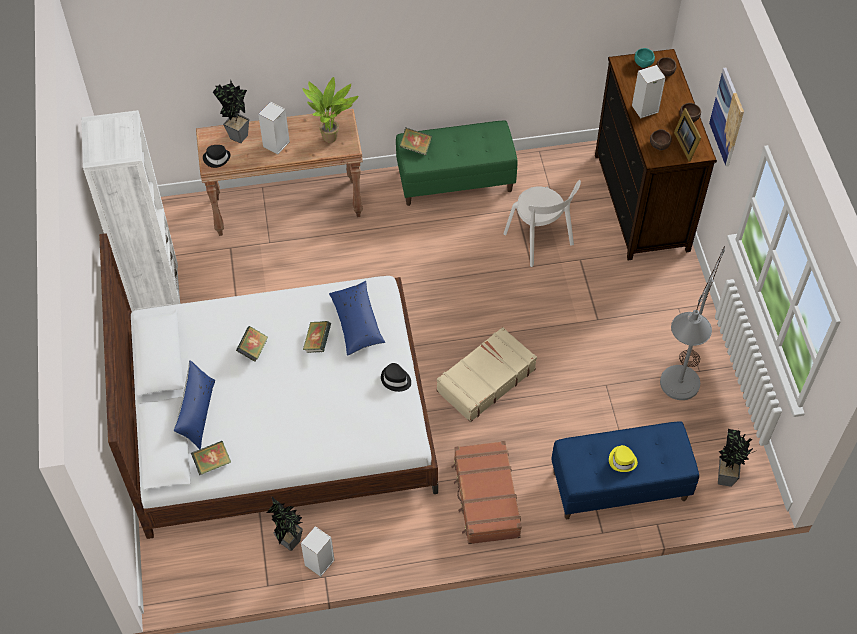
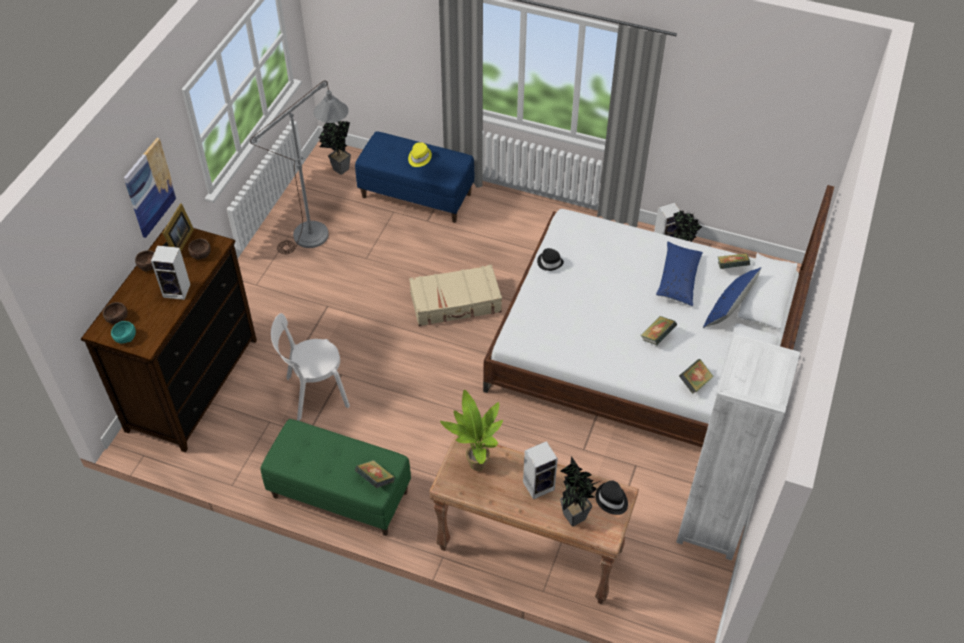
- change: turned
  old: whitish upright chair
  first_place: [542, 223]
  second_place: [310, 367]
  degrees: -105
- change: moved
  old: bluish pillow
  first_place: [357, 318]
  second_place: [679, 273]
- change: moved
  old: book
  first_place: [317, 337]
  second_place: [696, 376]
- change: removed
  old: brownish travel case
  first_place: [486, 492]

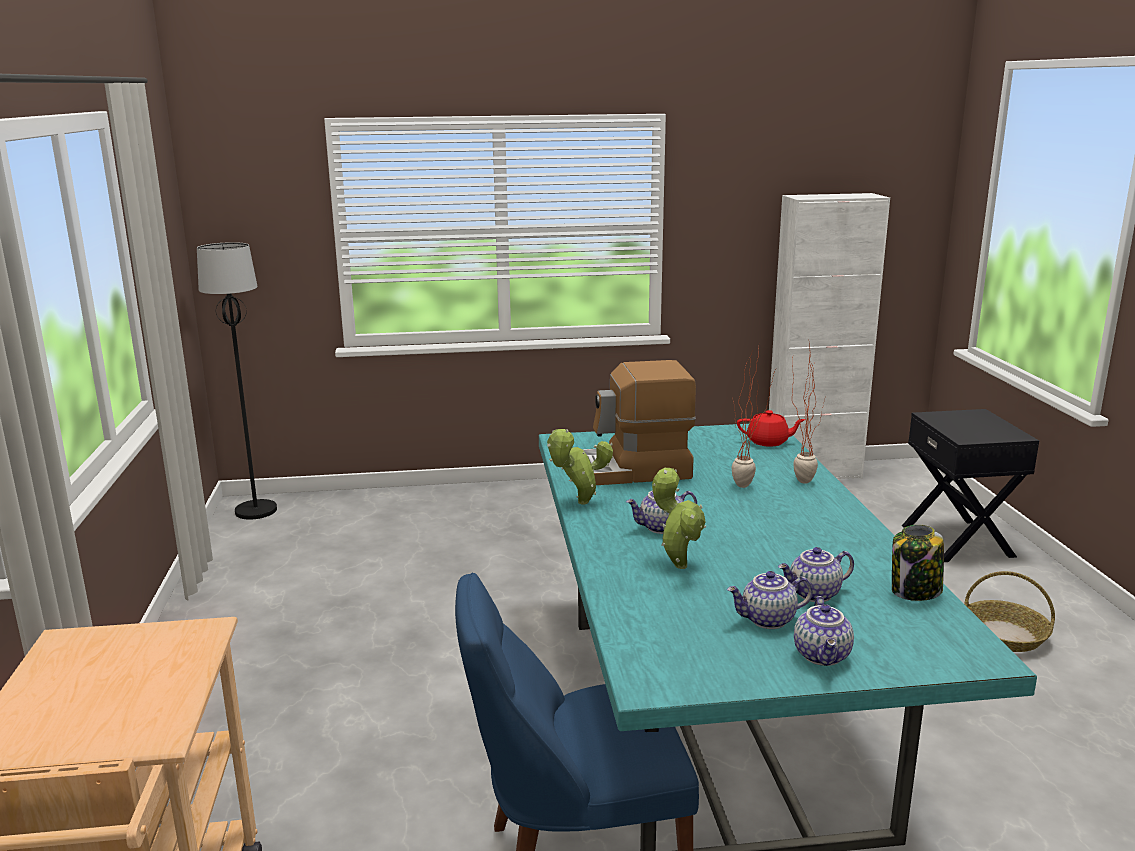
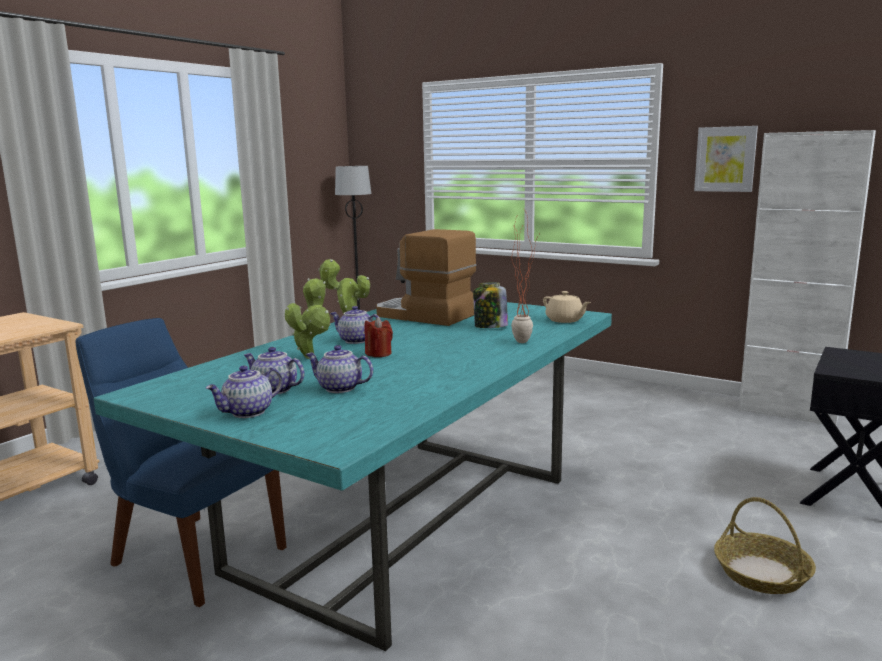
- change: removed
  old: potted plant
  first_place: [753, 417]
- change: recoloured
  old: red tea pot
  new: beige tea pot
  first_place: [771, 428]
  second_place: [567, 307]
- change: moved
  old: storage jar
  first_place: [918, 563]
  second_place: [490, 305]
- change: added
  new: wall picture
  second_place: [726, 159]
- change: added
  new: red wax light
  second_place: [378, 337]

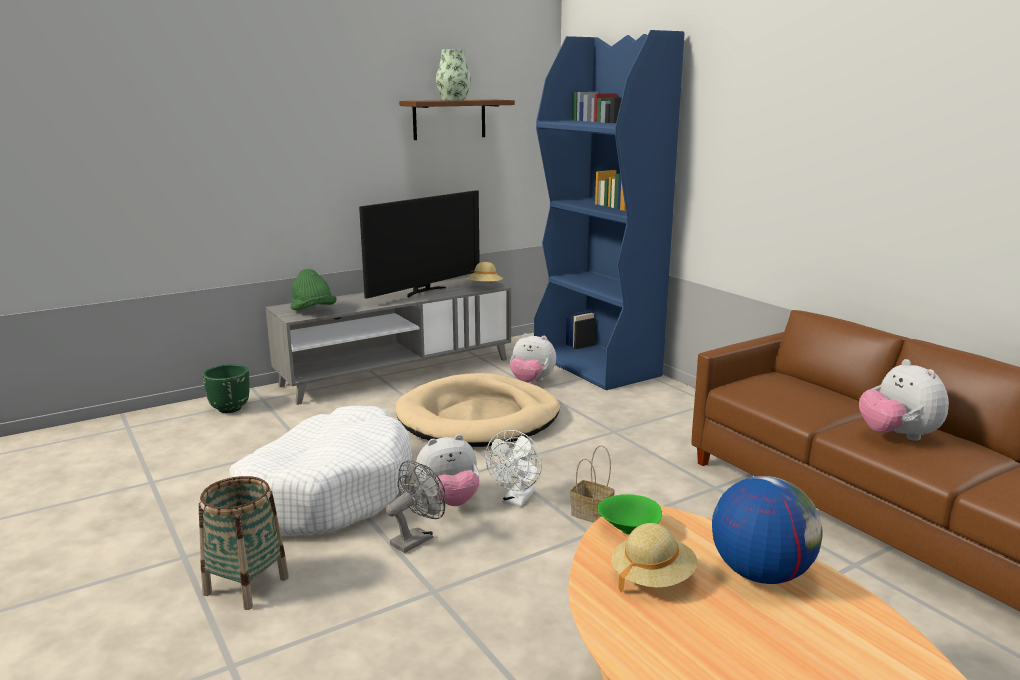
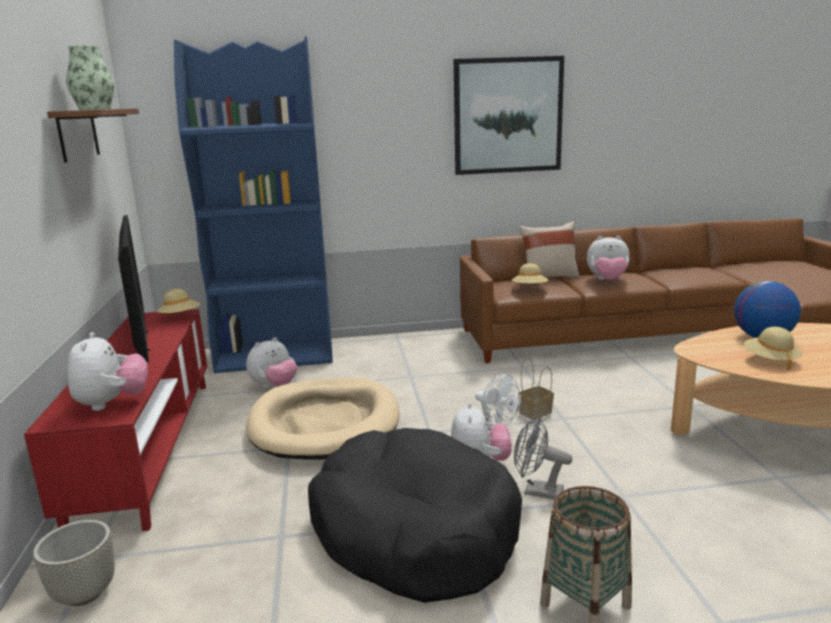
- change: replaced
  old: greenish wearable hat
  new: soft toy
  first_place: [314, 289]
  second_place: [108, 371]
- change: recoloured
  old: grey tv stand
  new: red tv stand
  first_place: [388, 341]
  second_place: [115, 420]
- change: recoloured
  old: greenish planter
  new: grey planter
  first_place: [226, 388]
  second_place: [74, 563]
- change: recoloured
  old: whitish dog cushion
  new: black dog cushion
  first_place: [320, 470]
  second_place: [415, 515]
- change: turned
  old: grey fan
  first_place: [416, 506]
  second_place: [543, 458]
  degrees: -45
- change: removed
  old: greenish serving bowl
  first_place: [630, 514]
- change: added
  new: wall picture
  second_place: [509, 115]
- change: added
  new: beige pillow
  second_place: [549, 249]
- change: added
  new: beige wearable hat
  second_place: [530, 273]

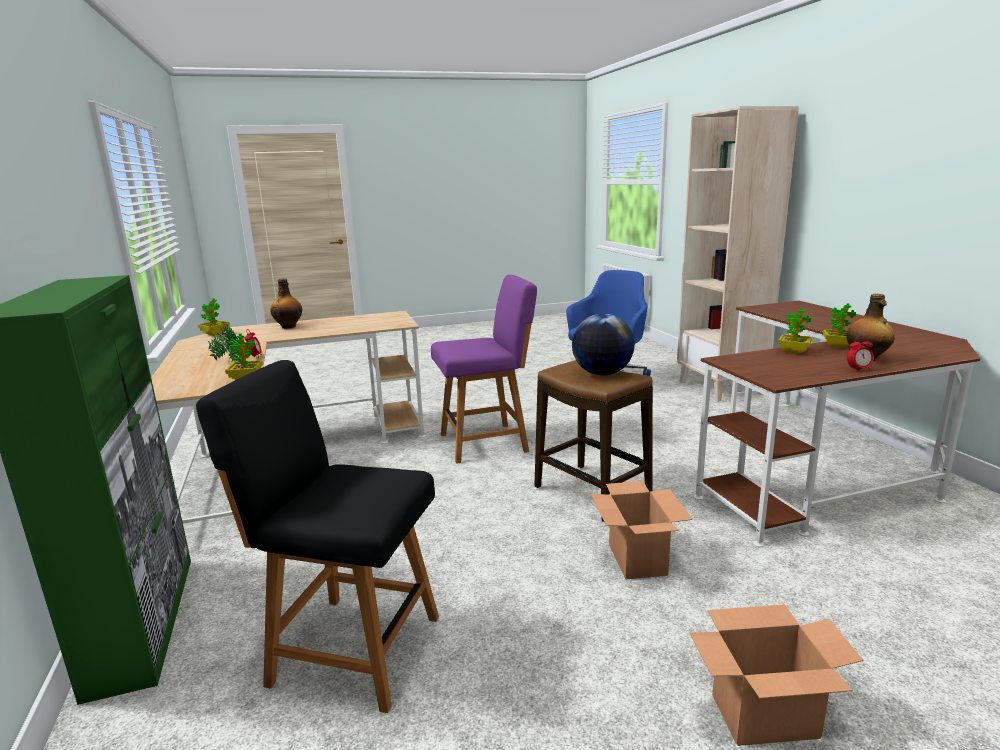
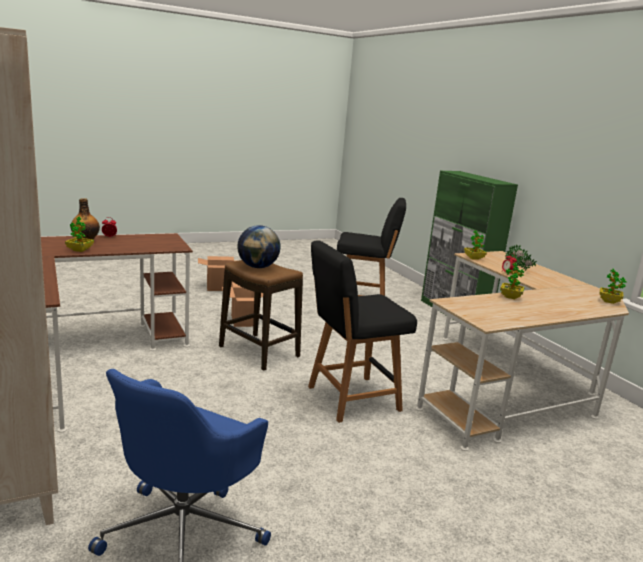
- change: recoloured
  old: purple-coloured upright chair
  new: black upright chair
  first_place: [484, 369]
  second_place: [362, 331]
- change: removed
  old: bottle
  first_place: [286, 303]
- change: moved
  old: potted plant
  first_place: [795, 331]
  second_place: [512, 280]

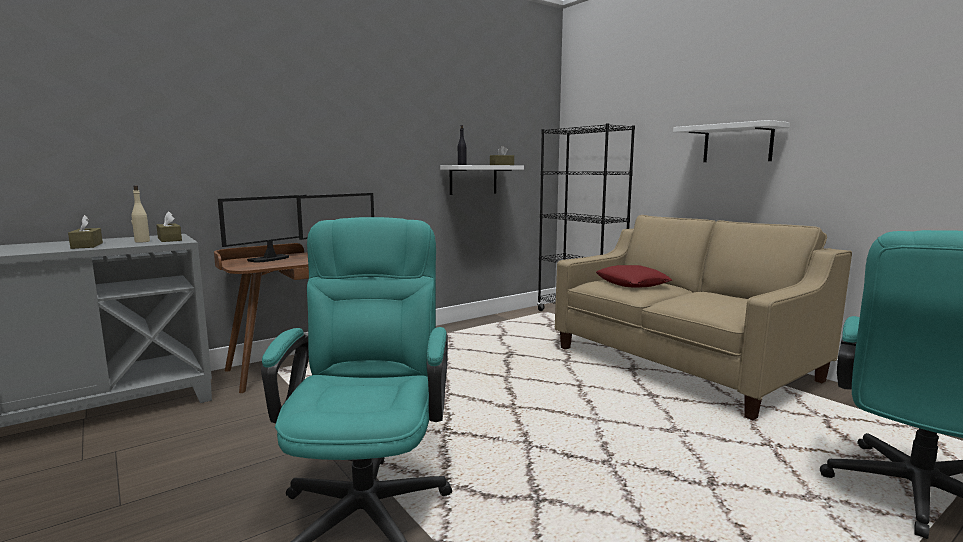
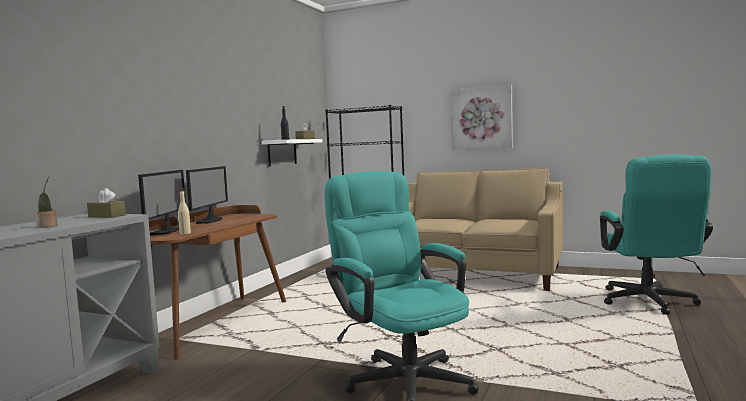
- change: replaced
  old: whitish shelf
  new: wall picture
  first_place: [731, 141]
  second_place: [481, 117]
- change: moved
  old: beige bottle
  first_place: [141, 214]
  second_place: [184, 211]
- change: replaced
  old: brownish box of tissues
  new: potted plant
  first_place: [85, 232]
  second_place: [46, 202]
- change: removed
  old: red pillow
  first_place: [634, 276]

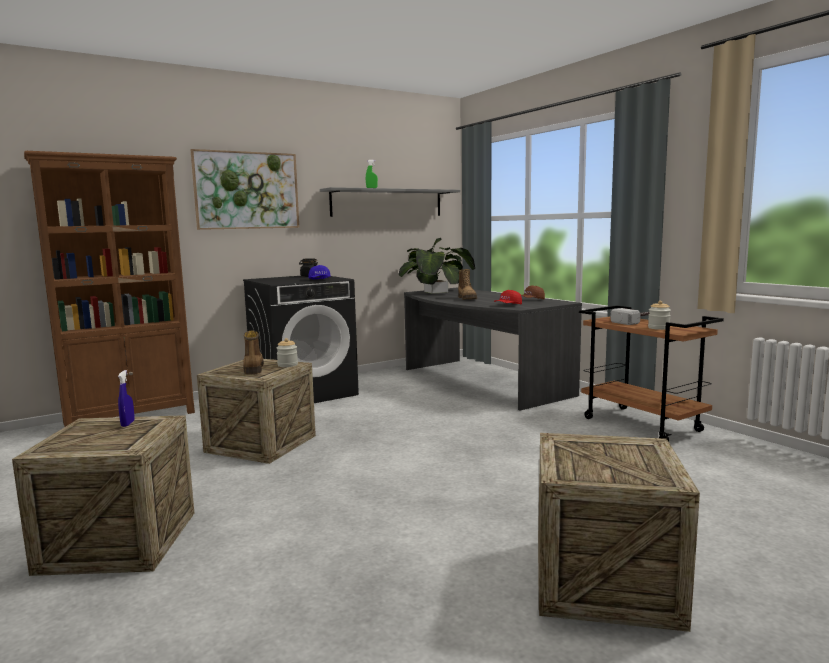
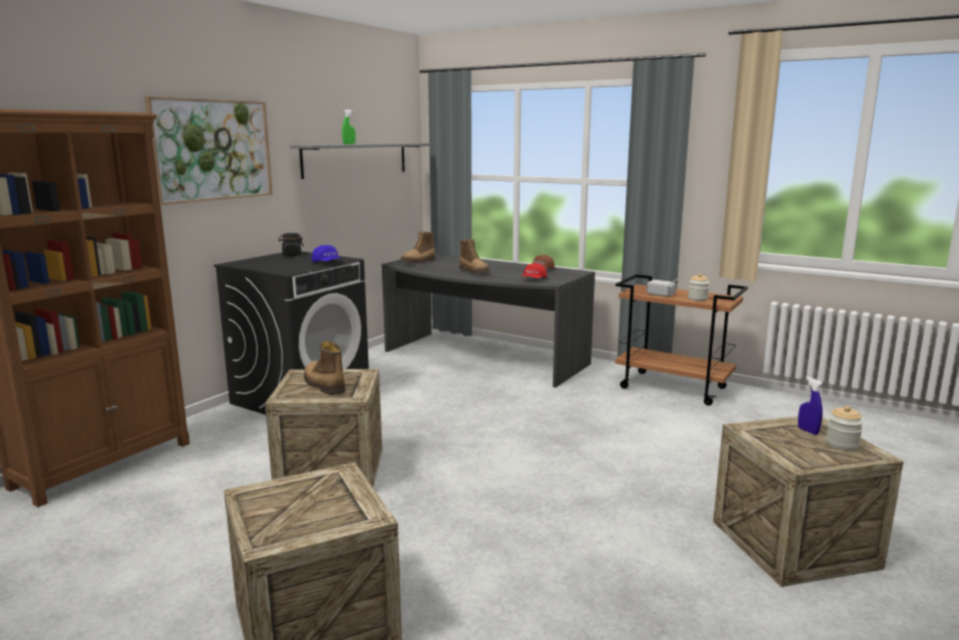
- change: replaced
  old: potted plant
  new: high-top boot
  first_place: [436, 266]
  second_place: [417, 248]
- change: moved
  old: storage jar
  first_place: [287, 352]
  second_place: [845, 428]
- change: moved
  old: bluish spray bottle
  first_place: [126, 398]
  second_place: [810, 406]

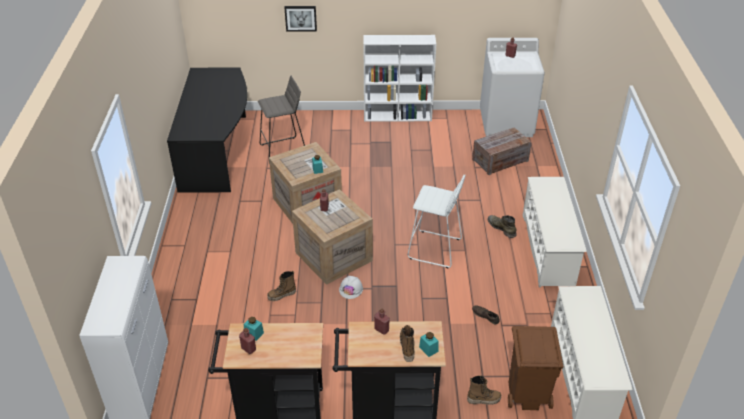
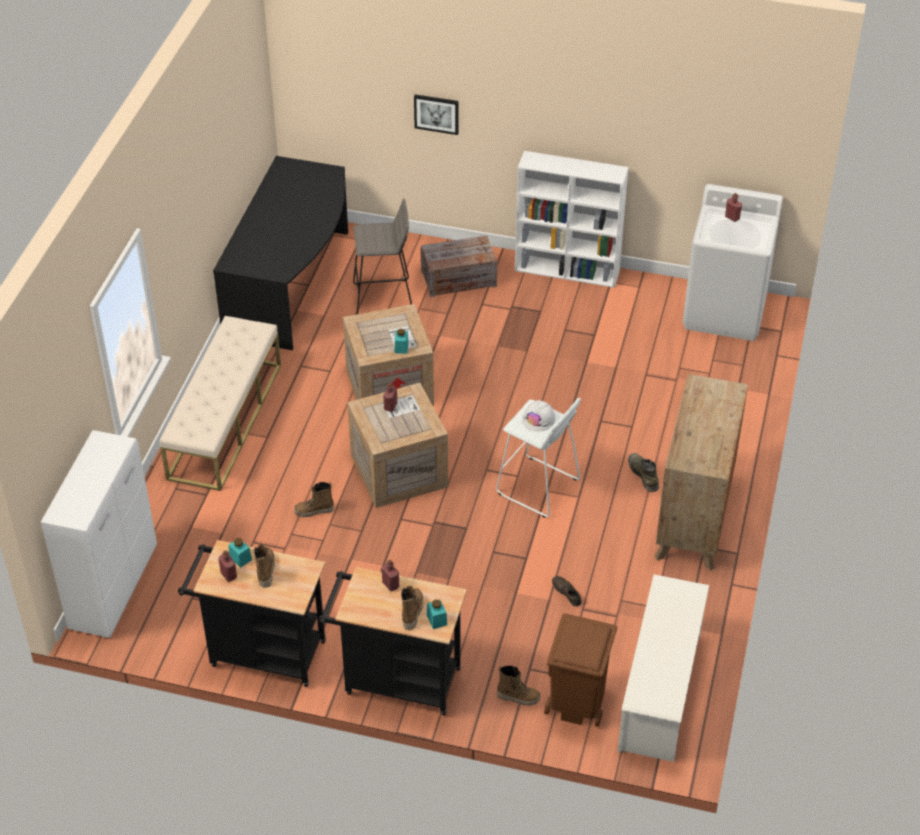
- change: moved
  old: crate
  first_place: [502, 151]
  second_place: [459, 266]
- change: replaced
  old: whitish shoe shelf
  new: brownish drawer chest
  first_place: [555, 232]
  second_place: [701, 472]
- change: moved
  old: whitish safety helmet
  first_place: [351, 287]
  second_place: [538, 415]
- change: added
  new: beige indoor bench
  second_place: [220, 403]
- change: added
  new: high-top boot
  second_place: [264, 566]

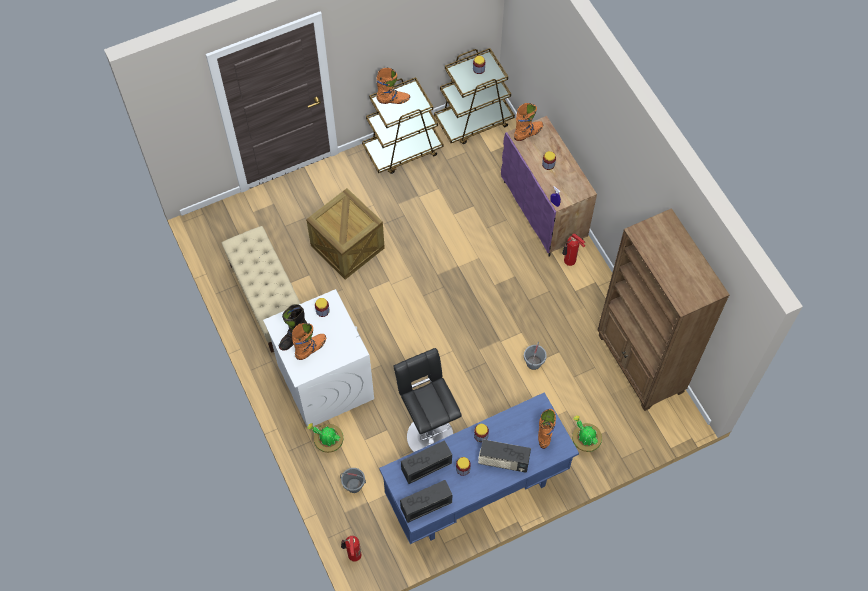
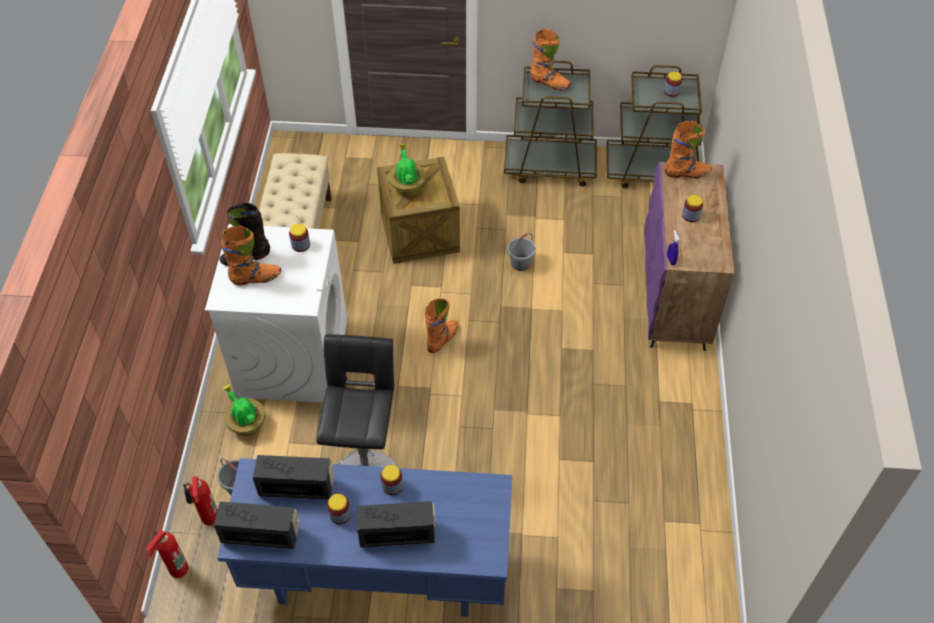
- change: removed
  old: brownish bookshelf
  first_place: [663, 309]
- change: moved
  old: extinguisher
  first_place: [573, 249]
  second_place: [200, 500]
- change: moved
  old: grey pail
  first_place: [535, 356]
  second_place: [521, 252]
- change: moved
  old: orange-coloured high-top boot
  first_place: [547, 429]
  second_place: [441, 326]
- change: moved
  old: potted plant
  first_place: [587, 434]
  second_place: [407, 170]
- change: turned
  old: radio
  first_place: [504, 456]
  second_place: [396, 524]
  degrees: 135

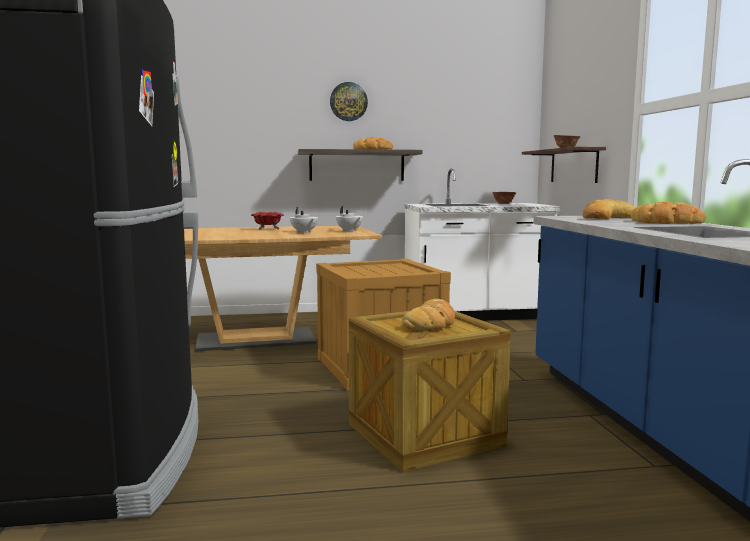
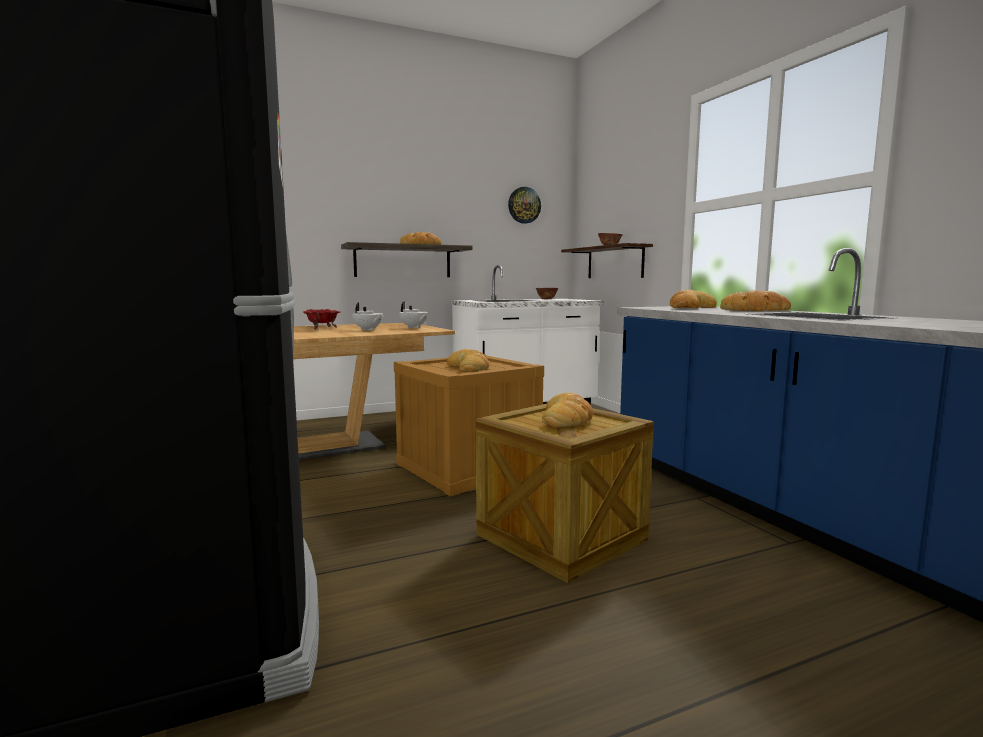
- change: moved
  old: wall clock
  first_place: [349, 101]
  second_place: [524, 205]
- change: added
  new: bakery bread
  second_place: [468, 360]

